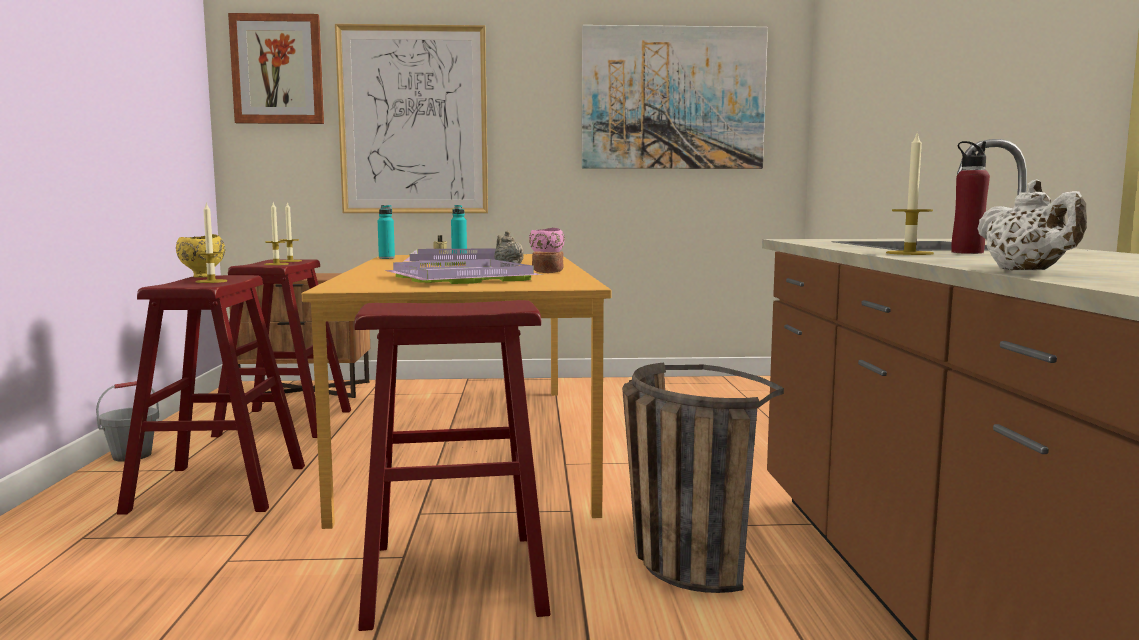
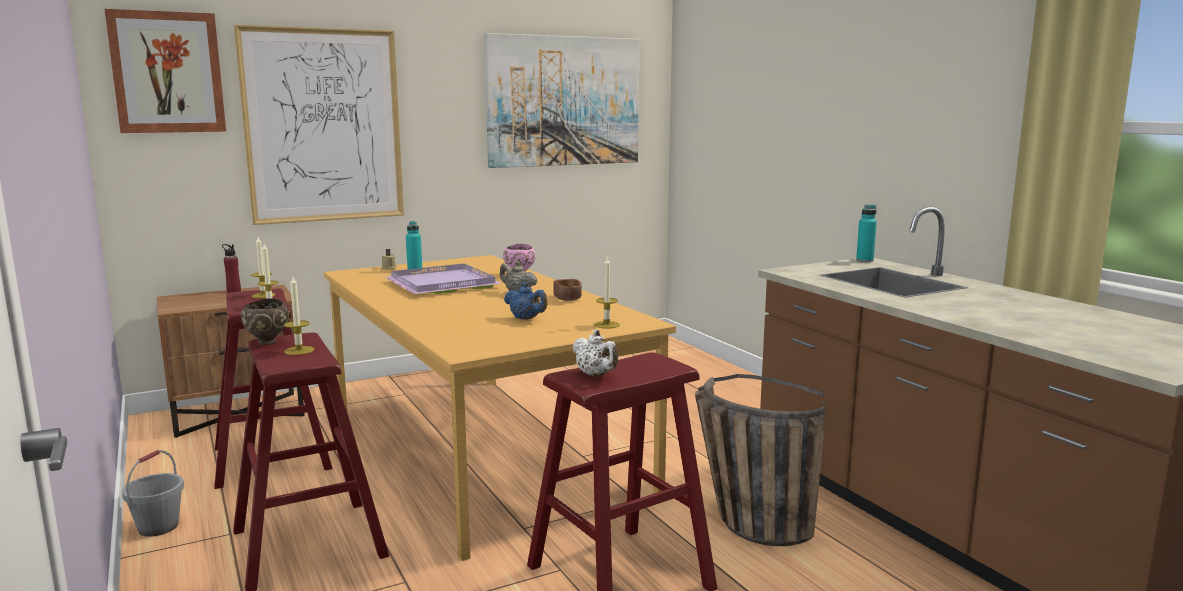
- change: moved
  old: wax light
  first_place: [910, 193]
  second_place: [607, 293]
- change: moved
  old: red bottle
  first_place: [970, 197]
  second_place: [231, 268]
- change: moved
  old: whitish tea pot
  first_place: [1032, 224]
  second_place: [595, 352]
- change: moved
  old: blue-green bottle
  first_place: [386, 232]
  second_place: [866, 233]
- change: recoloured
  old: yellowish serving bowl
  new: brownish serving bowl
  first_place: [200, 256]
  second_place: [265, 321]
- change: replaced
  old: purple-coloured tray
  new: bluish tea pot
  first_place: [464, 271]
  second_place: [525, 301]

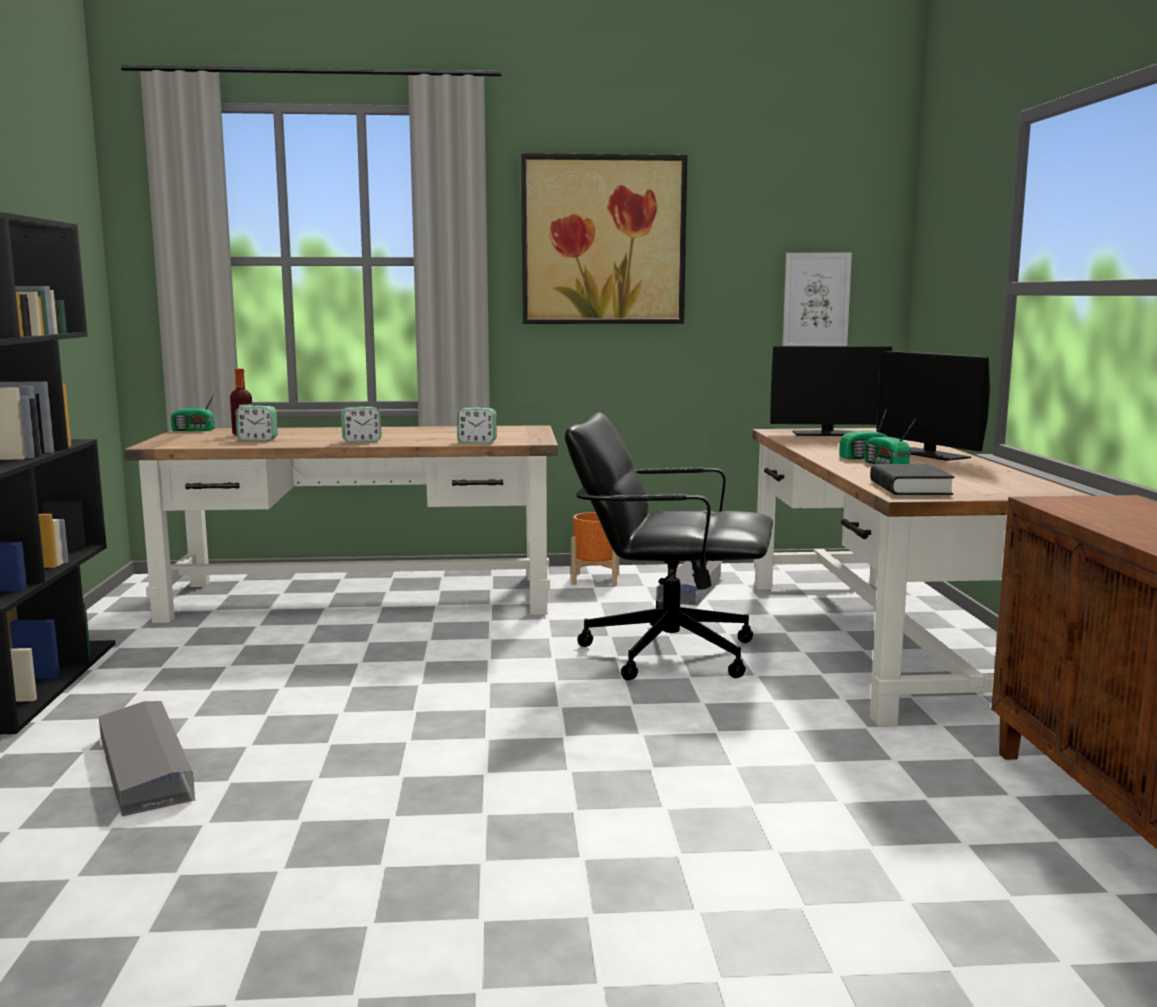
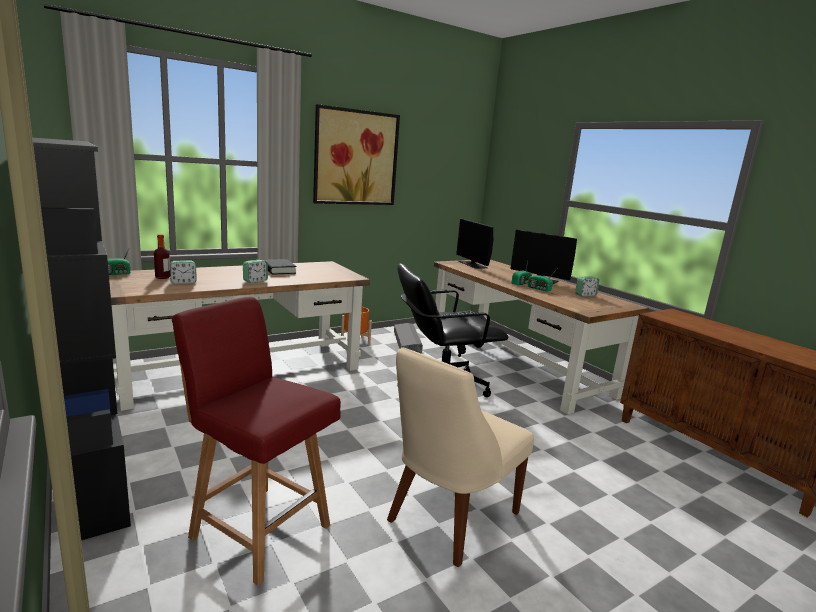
- change: removed
  old: wall picture
  first_place: [817, 299]
- change: turned
  old: computer display
  first_place: [831, 391]
  second_place: [474, 244]
  degrees: 90
- change: moved
  old: table clock
  first_place: [477, 425]
  second_place: [587, 286]
- change: moved
  old: black book
  first_place: [912, 479]
  second_place: [279, 267]
- change: replaced
  old: grey storage box
  new: red upright chair
  first_place: [147, 758]
  second_place: [256, 441]
- change: added
  new: beige upright chair
  second_place: [460, 457]

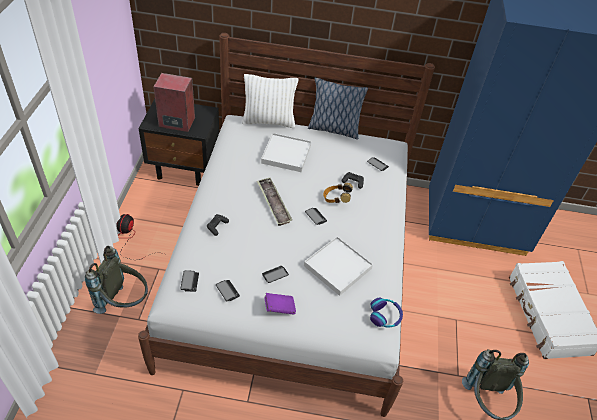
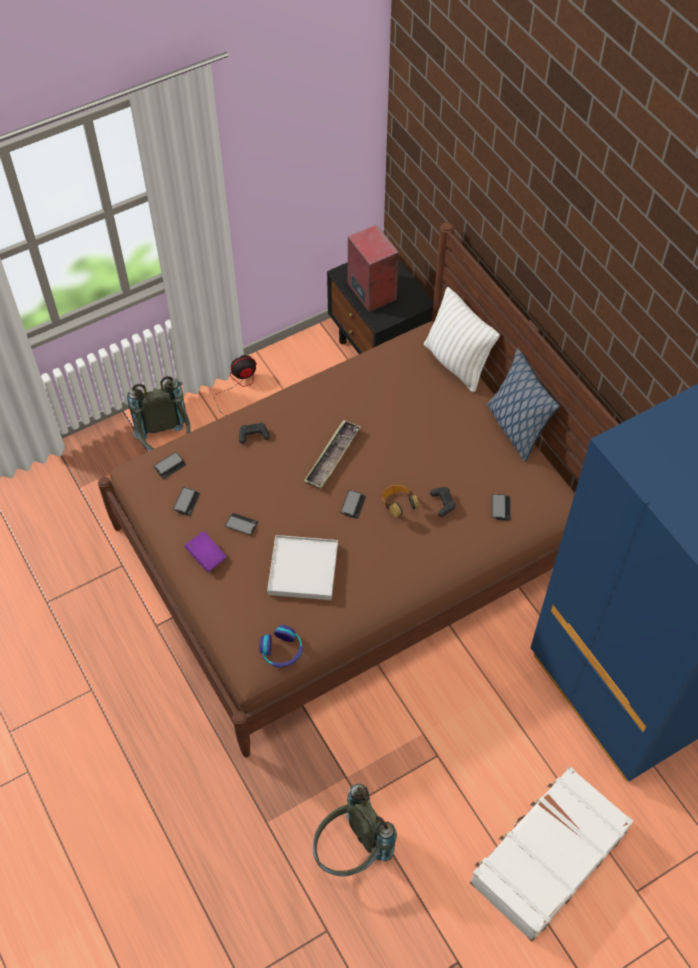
- change: recoloured
  old: whitish bedroom bed
  new: brownish bedroom bed
  first_place: [286, 225]
  second_place: [358, 489]
- change: removed
  old: whitish tray
  first_place: [286, 152]

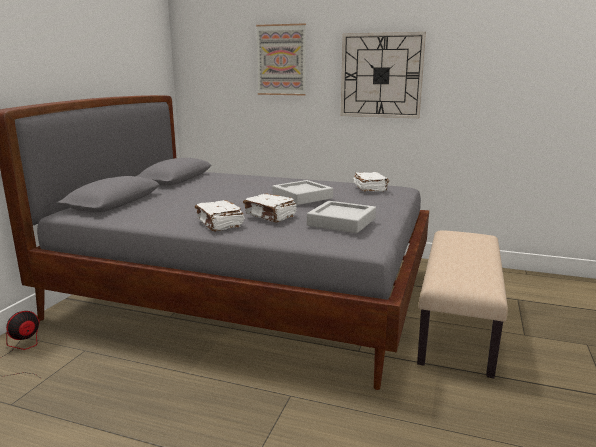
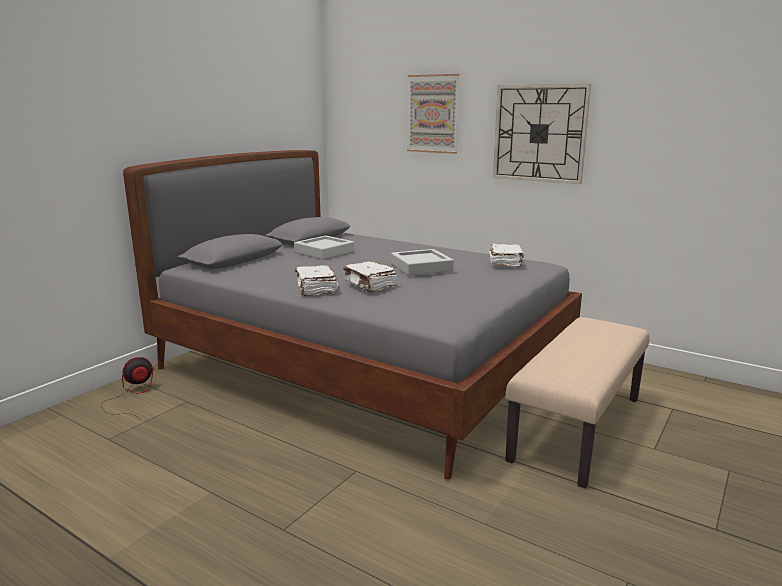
- change: moved
  old: grey tray
  first_place: [341, 217]
  second_place: [324, 247]

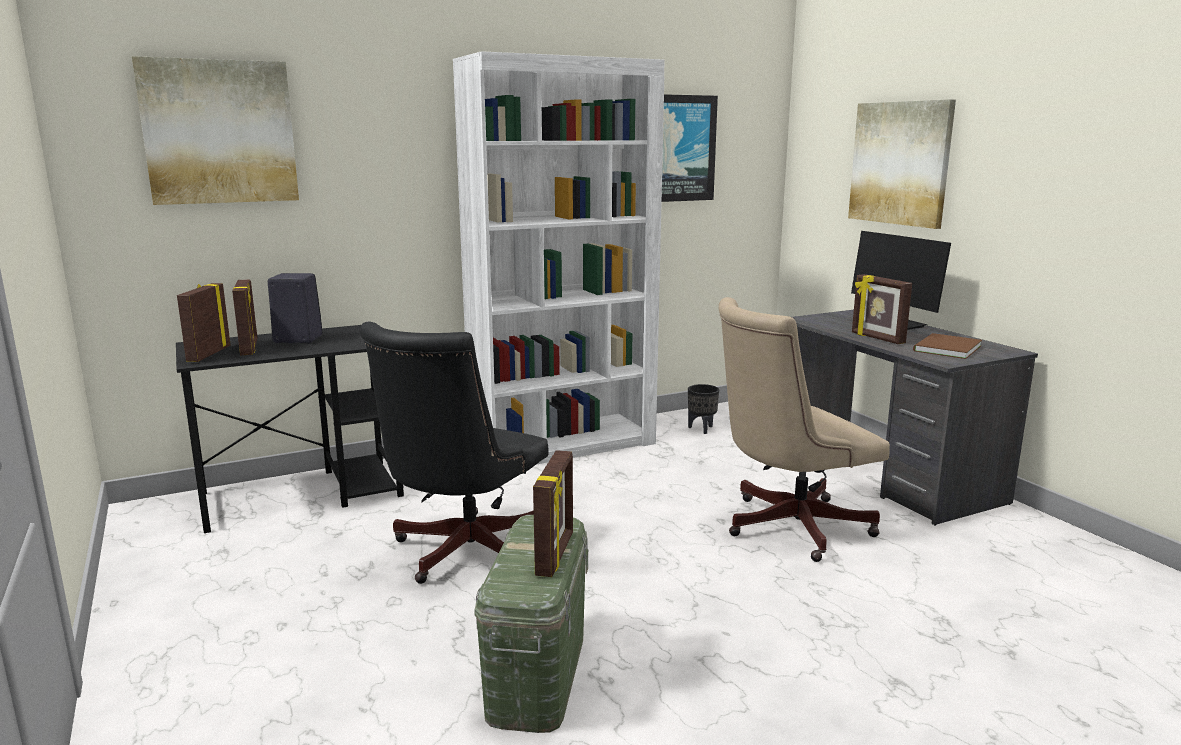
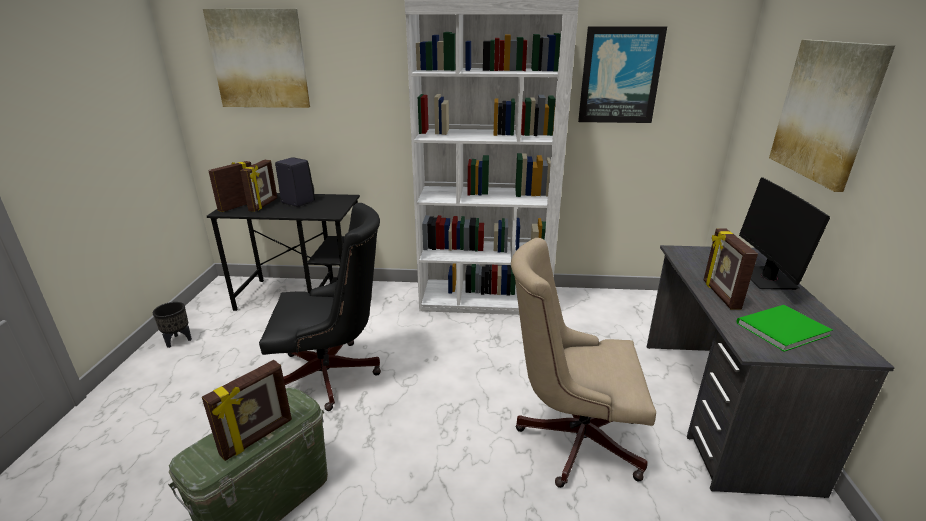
- change: turned
  old: black office chair
  first_place: [454, 453]
  second_place: [320, 307]
  degrees: -150
- change: recoloured
  old: brownish book
  new: greenish book
  first_place: [947, 346]
  second_place: [784, 328]
- change: moved
  old: black planter
  first_place: [703, 409]
  second_place: [172, 325]

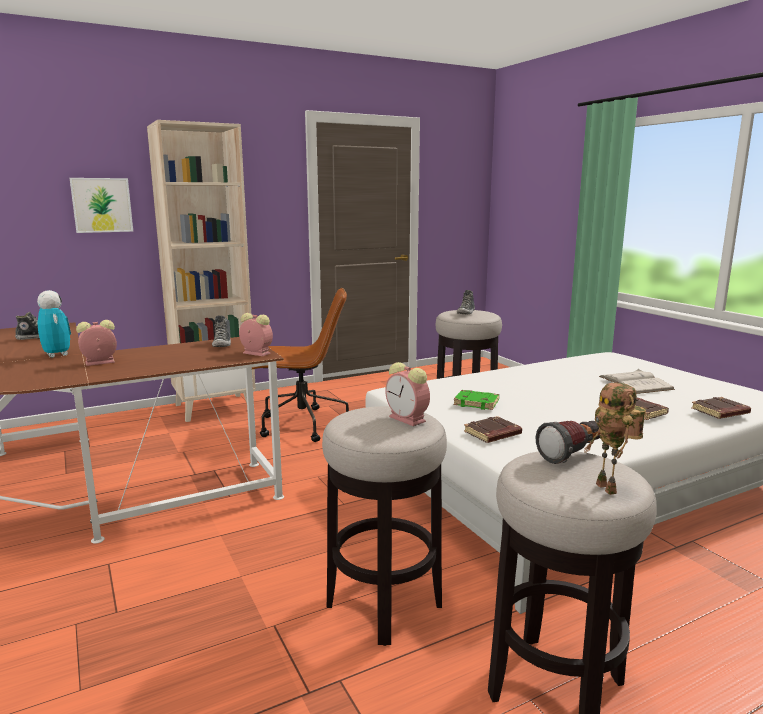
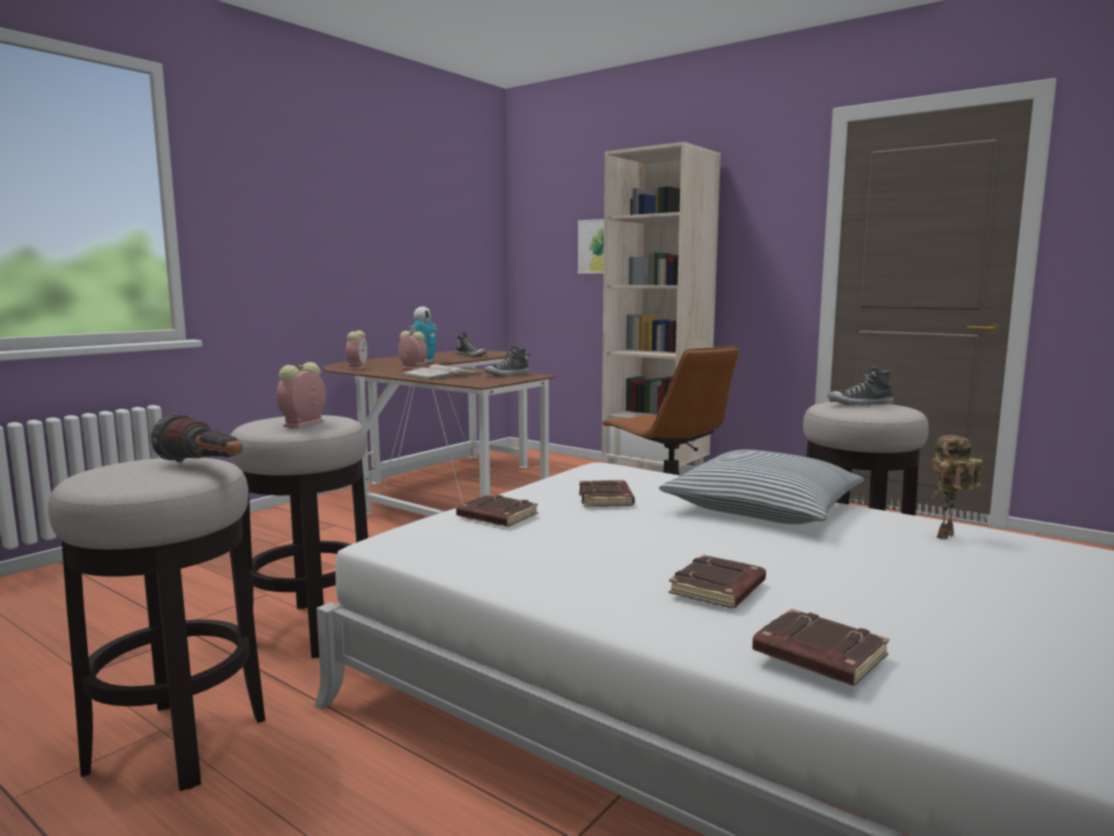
- change: moved
  old: table clock
  first_place: [256, 334]
  second_place: [357, 350]
- change: moved
  old: whitish book
  first_place: [637, 381]
  second_place: [441, 372]
- change: moved
  old: robot figure
  first_place: [615, 439]
  second_place: [957, 487]
- change: recoloured
  old: greenish book
  new: brownish book
  first_place: [476, 400]
  second_place: [607, 493]
- change: added
  new: pillow
  second_place: [761, 487]

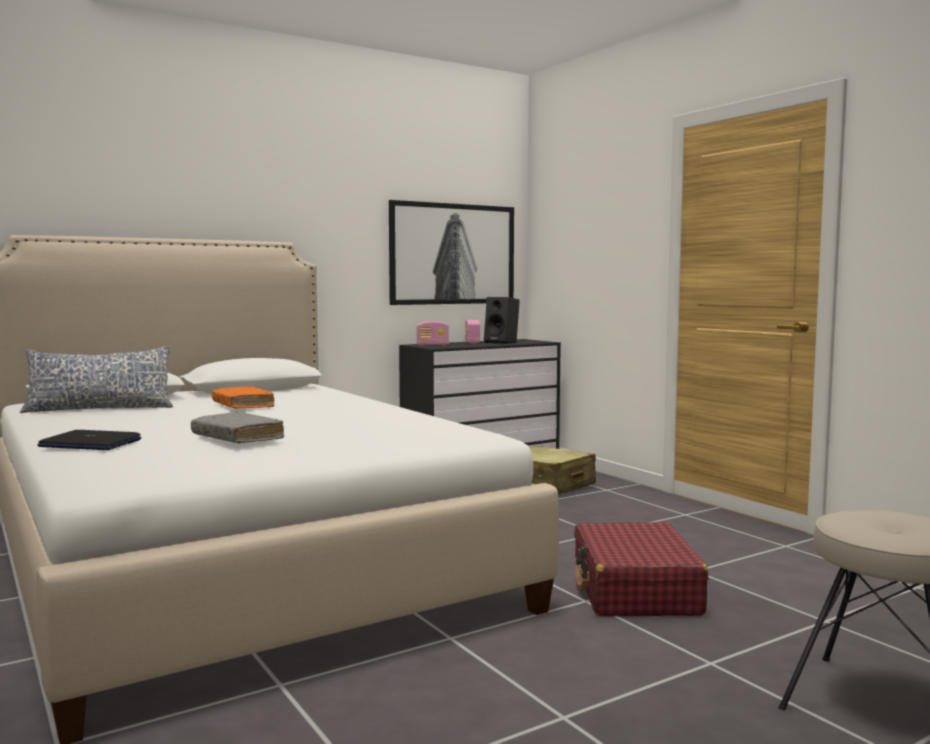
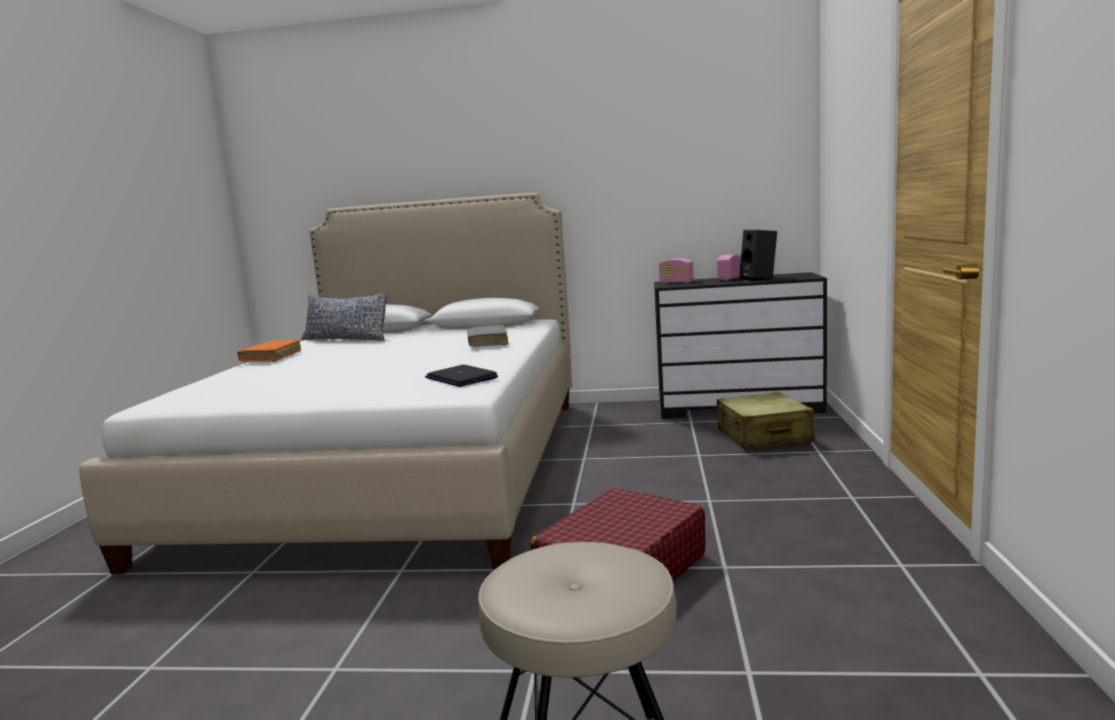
- change: removed
  old: wall picture
  first_place: [451, 252]
- change: moved
  old: orange-coloured book
  first_place: [243, 397]
  second_place: [269, 351]
- change: moved
  old: grey book
  first_place: [237, 428]
  second_place: [488, 336]
- change: moved
  old: notebook computer
  first_place: [89, 440]
  second_place: [461, 376]

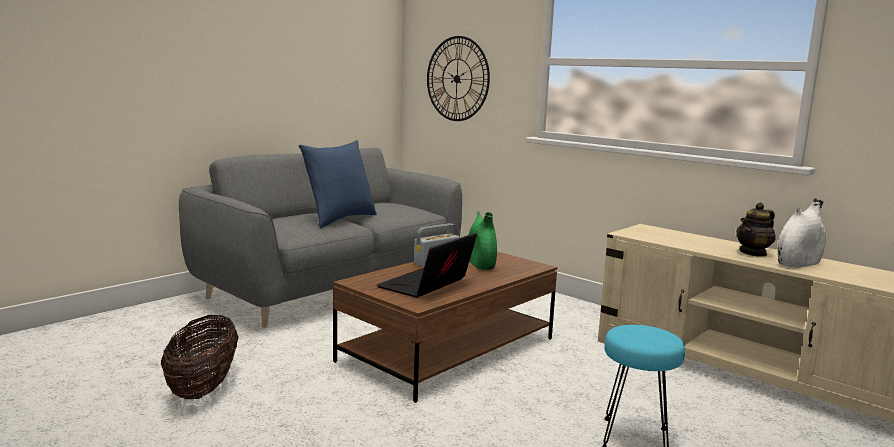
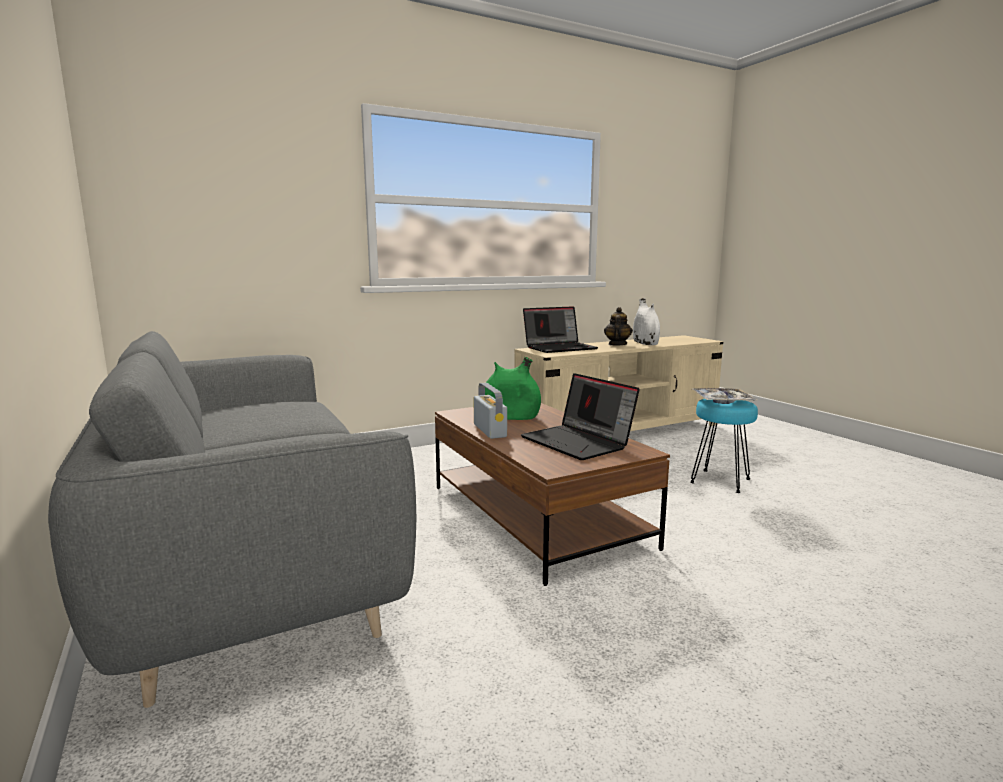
- change: removed
  old: wall clock
  first_place: [458, 78]
- change: removed
  old: bluish pillow
  first_place: [338, 184]
- change: turned
  old: tea pot
  first_place: [756, 229]
  second_place: [618, 326]
  degrees: -150
- change: removed
  old: household basket
  first_place: [199, 357]
- change: added
  new: notebook computer
  second_place: [560, 329]
- change: added
  new: tray
  second_place: [725, 396]

